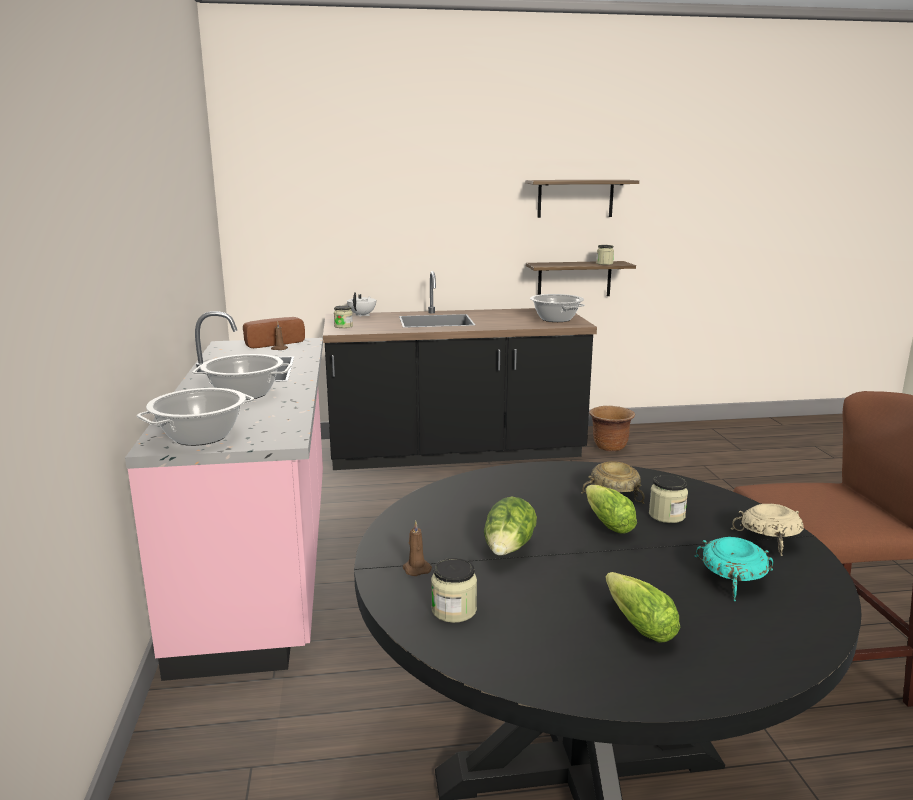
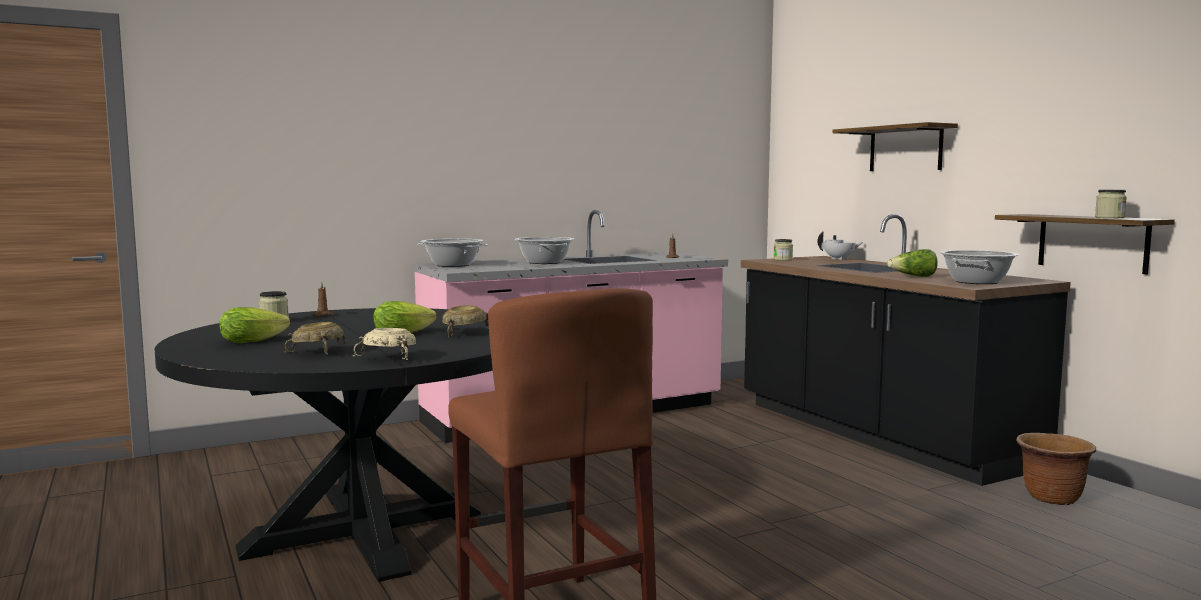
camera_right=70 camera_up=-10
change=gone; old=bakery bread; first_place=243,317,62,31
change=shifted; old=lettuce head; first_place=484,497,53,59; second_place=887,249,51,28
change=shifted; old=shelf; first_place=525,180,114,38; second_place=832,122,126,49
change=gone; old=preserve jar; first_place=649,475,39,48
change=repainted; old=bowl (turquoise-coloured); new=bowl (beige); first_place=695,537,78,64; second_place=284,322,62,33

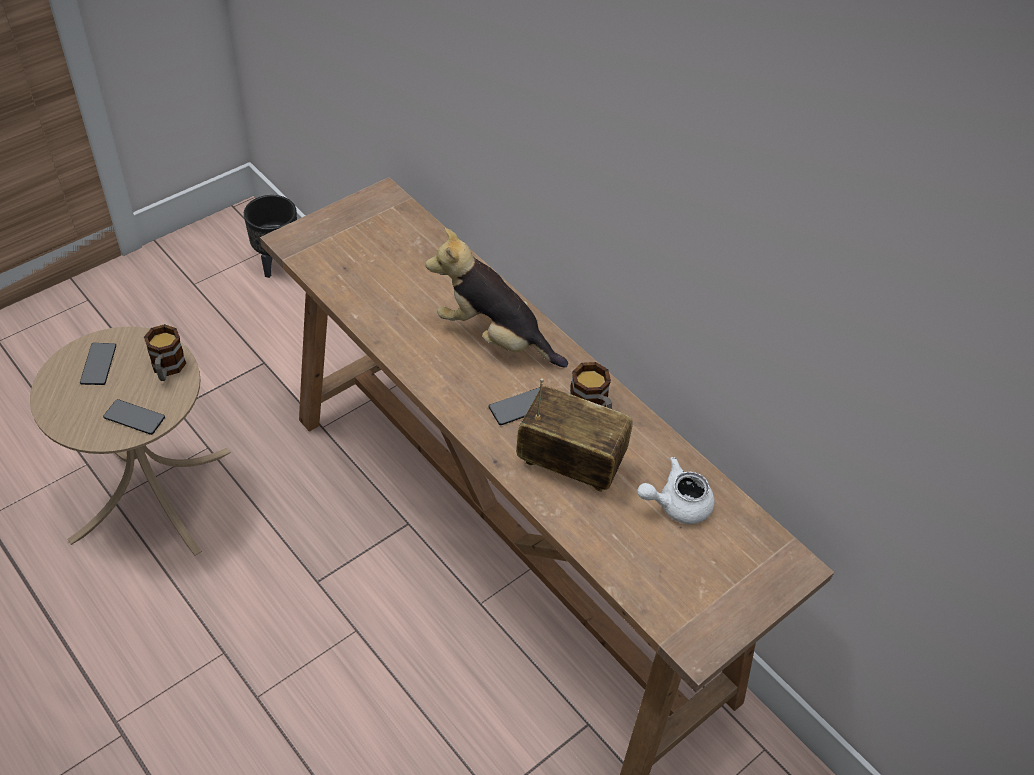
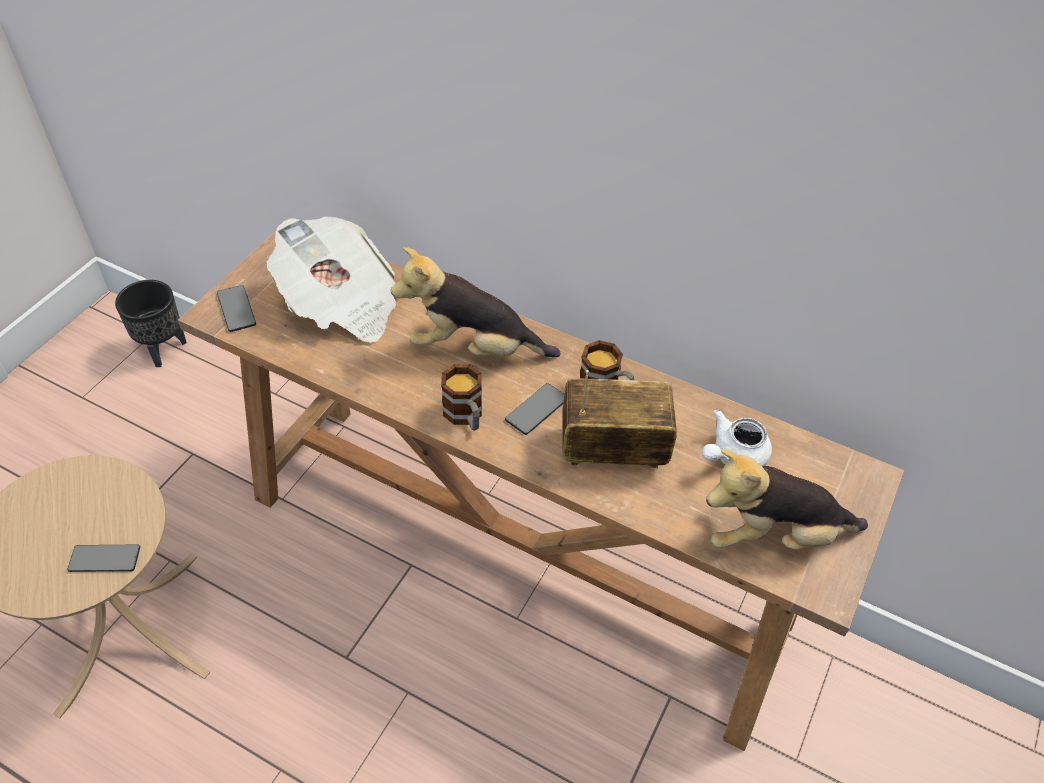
camera_right=-20 camera_up=0
change=shifted; old=phone; first_place=80,343,36,42; second_place=217,285,39,47
change=shifted; old=coffee mug; first_place=144,324,42,57; second_place=441,364,41,67
change=new; new=daily paper; second_place=267,216,129,127
change=new; new=cuddly toy; second_place=706,449,162,100

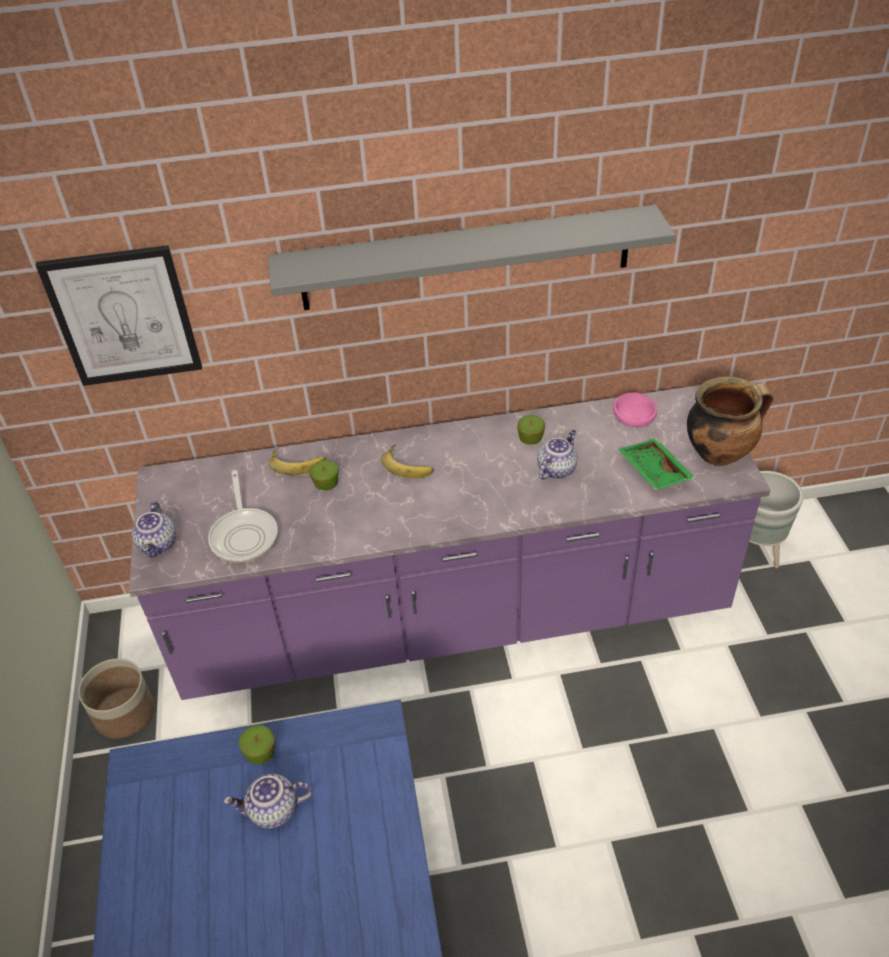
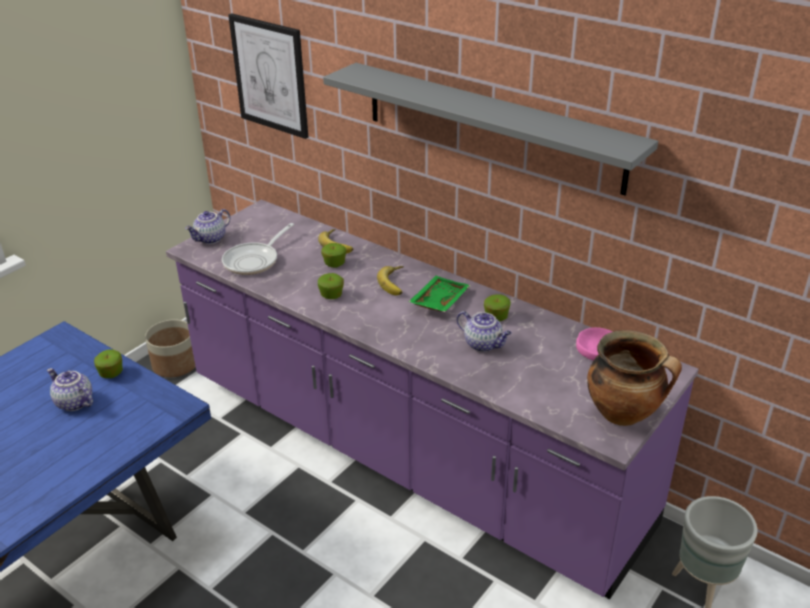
camera_right=45 camera_up=-10
change=rotated; old=tea pot; first_place=537,430,41,50; second_place=457,311,55,41; degrees=45
change=shifted; old=carrying tray (green-coloured); first_place=619,438,76,52; second_place=408,276,62,36
change=new; new=apple fruit; second_place=318,273,26,26

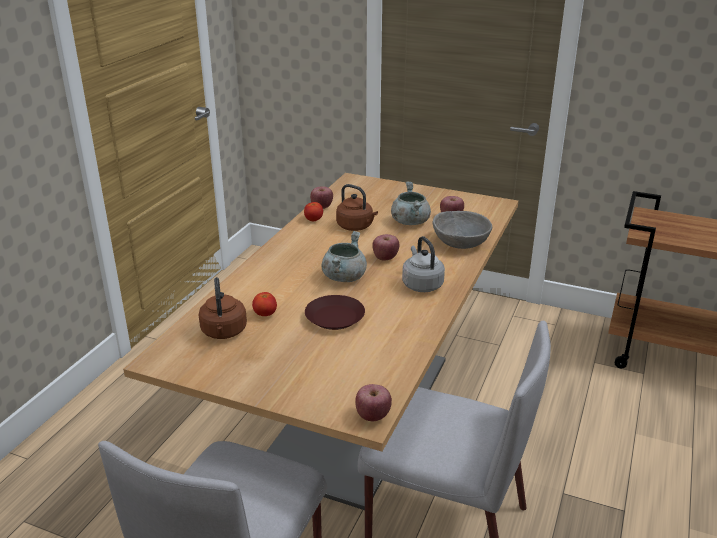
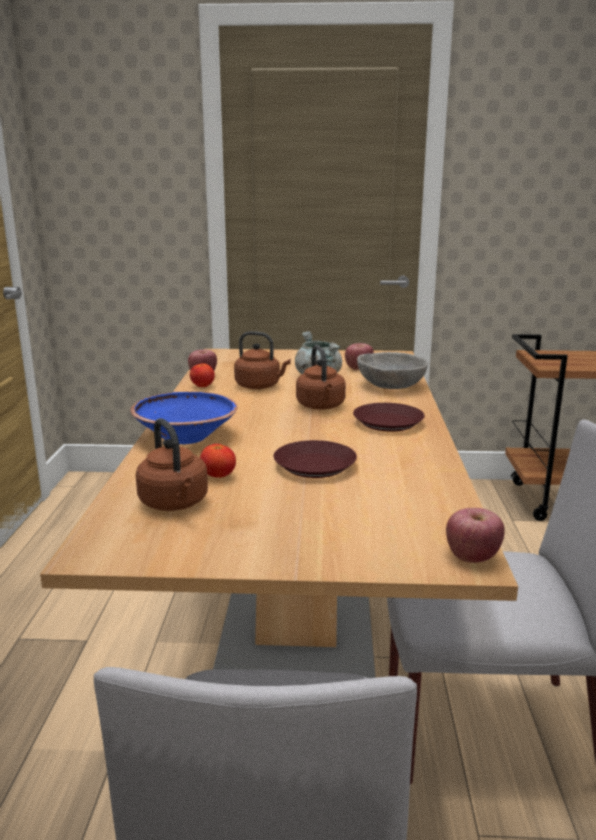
camera_right=-20 camera_up=-10
change=gone; old=saucepot (greyish); first_place=322,231,45,51
change=swapped; old=apple fruit; new=water kettle (brown-coloured); first_place=372,234,27,27; second_place=296,345,50,65
change=swapped; old=water kettle (greyish); new=plate (brown-coloured); first_place=402,236,43,56; second_place=353,403,72,29
change=new; new=bowl (blue); second_place=130,392,107,52

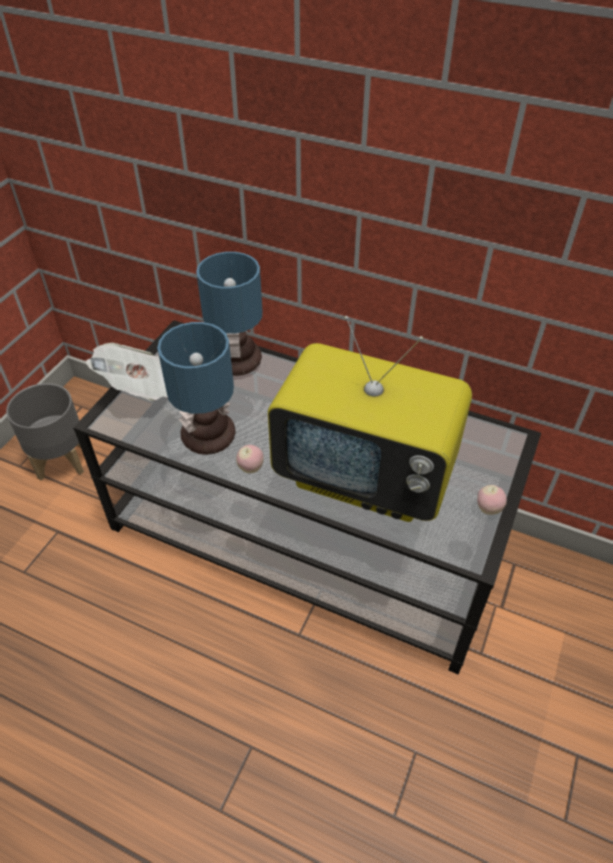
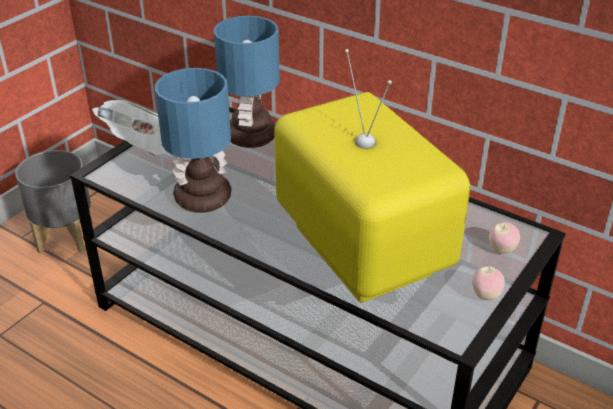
camera_right=10 camera_up=-10
change=shifted; old=apple fruit; first_place=236,445,28,28; second_place=489,222,31,32
change=rotated; old=TV set; first_place=268,316,204,206; second_place=274,49,196,254; degrees=-150

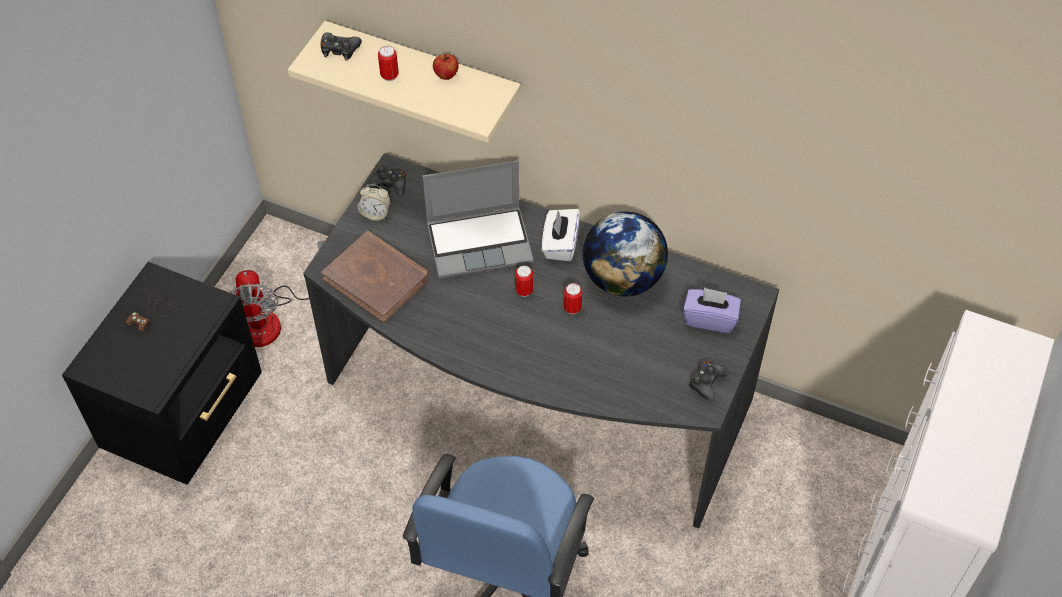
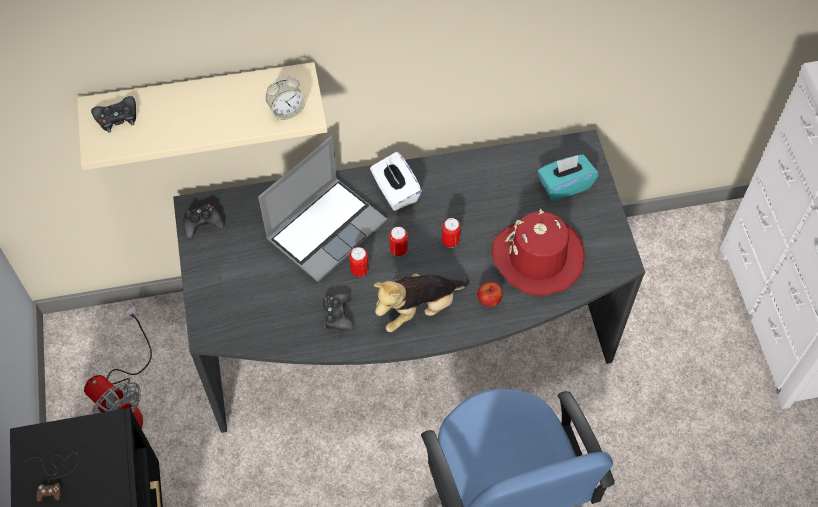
camera_right=-35 camera_up=5
change=gone; old=volume (brown-coloured); first_place=322,231,107,92
change=shifted; old=alarm clock; first_place=358,185,33,36; second_place=266,76,39,44
change=shifted; old=can; first_place=378,46,21,35; second_place=349,247,20,30
change=shifted; old=apple fruit; first_place=433,54,26,26; second_place=477,282,26,25
change=gone; old=desk globe; first_place=583,211,85,86
change=repainted; old=box of tissues (purple); new=box of tissues (turquoise-coloured); first_place=683,287,58,46; second_place=538,154,60,47
change=shifted; old=game controller (black-coloured); first_place=689,361,39,40; second_place=322,293,32,38
change=new; new=cuddly toy; second_place=374,274,95,58
change=new; new=wearable hat (red); second_place=492,209,92,87

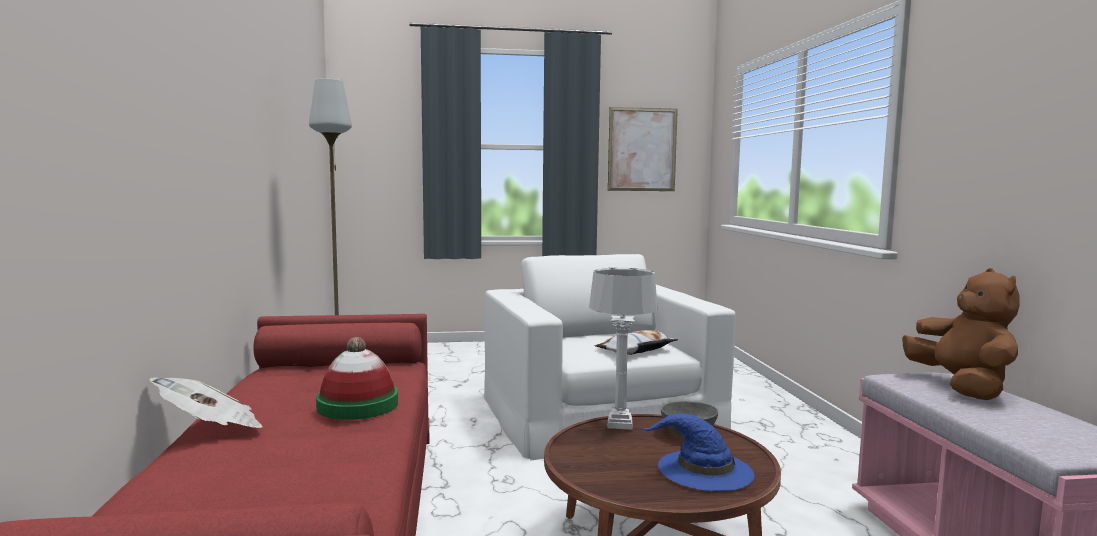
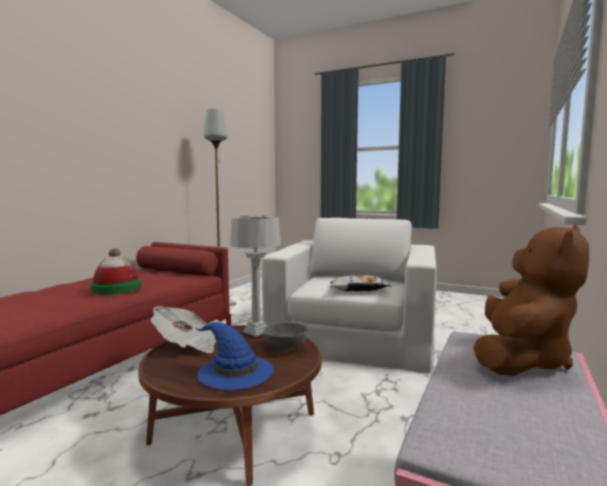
camera_right=35 camera_up=0
change=shifted; old=daily paper; first_place=150,378,112,50; second_place=150,306,66,47
change=gone; old=wall picture; first_place=608,107,70,84

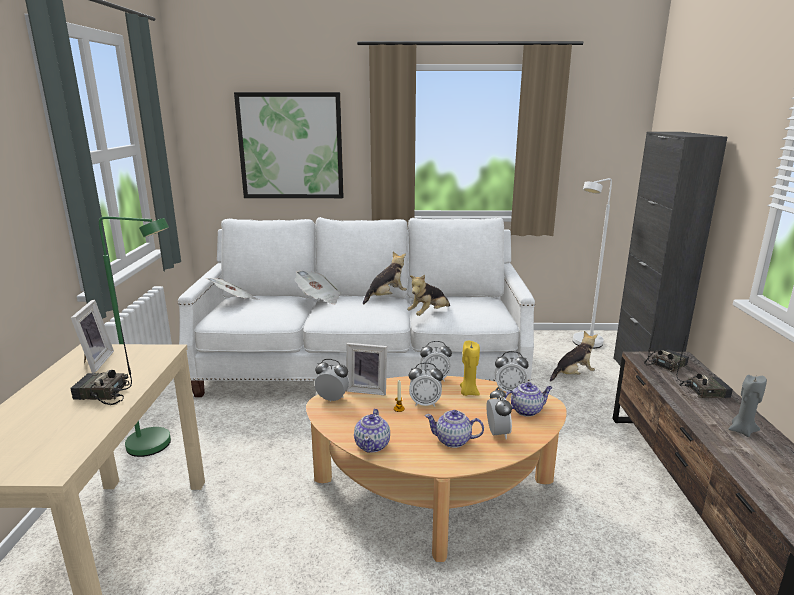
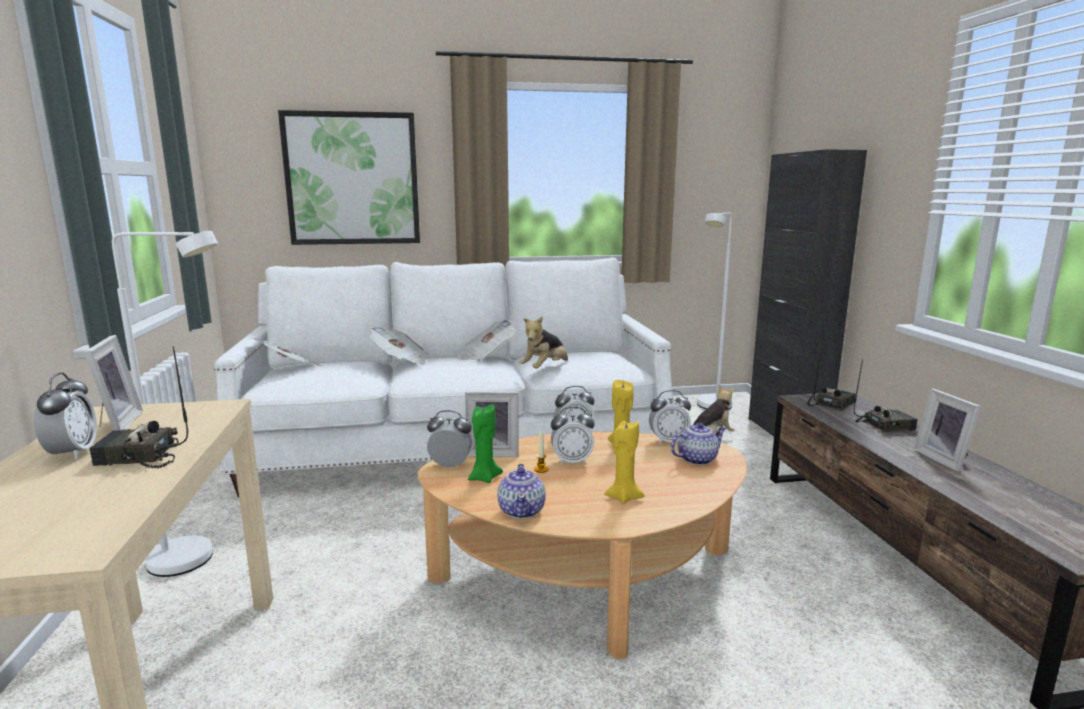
camera_right=-10 camera_up=-5
change=repainted; old=standard lamp (green-coloured); new=standard lamp (whitish); first_place=99,216,72,241; second_place=112,231,106,346
change=swapped; old=cuddly toy; new=daily paper; first_place=363,252,44,53; second_place=457,320,59,40
change=swapped; old=tea pot; new=wax light (yellowish); first_place=425,410,59,38; second_place=604,420,40,84
change=shifted; old=alarm clock; first_place=486,387,26,52; second_place=34,372,63,88
change=swapped; old=wax light (greyish); new=picture frame; first_place=728,375,39,62; second_place=914,389,67,83
change=new; new=wax light (green-coloured); second_place=468,404,35,79

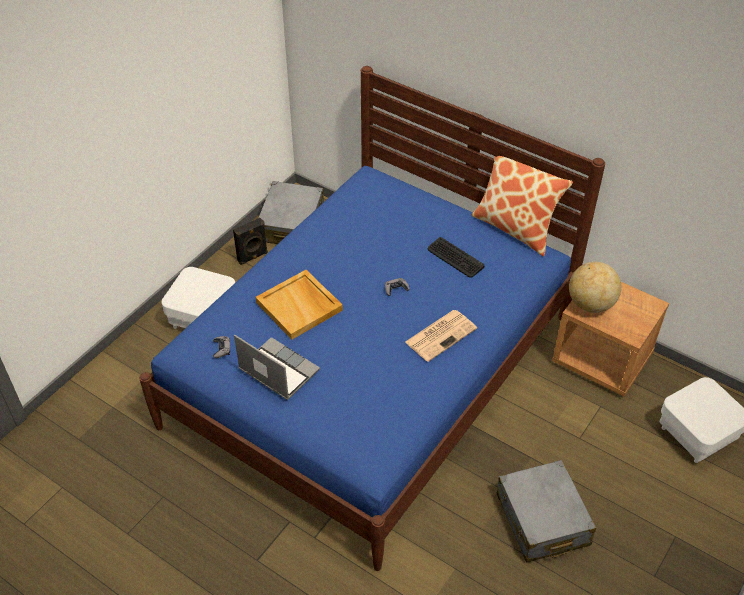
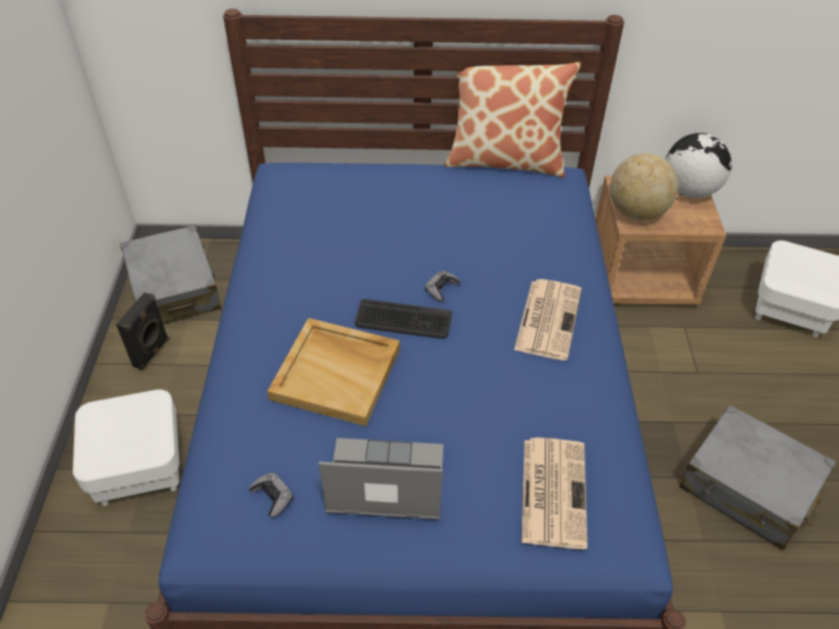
camera_right=-35 camera_up=0
change=shifted; old=keyboard; first_place=428,237,56,41; second_place=355,299,97,40
change=new; new=daily paper; second_place=522,437,65,112
change=new; new=desk globe; second_place=666,133,66,65

